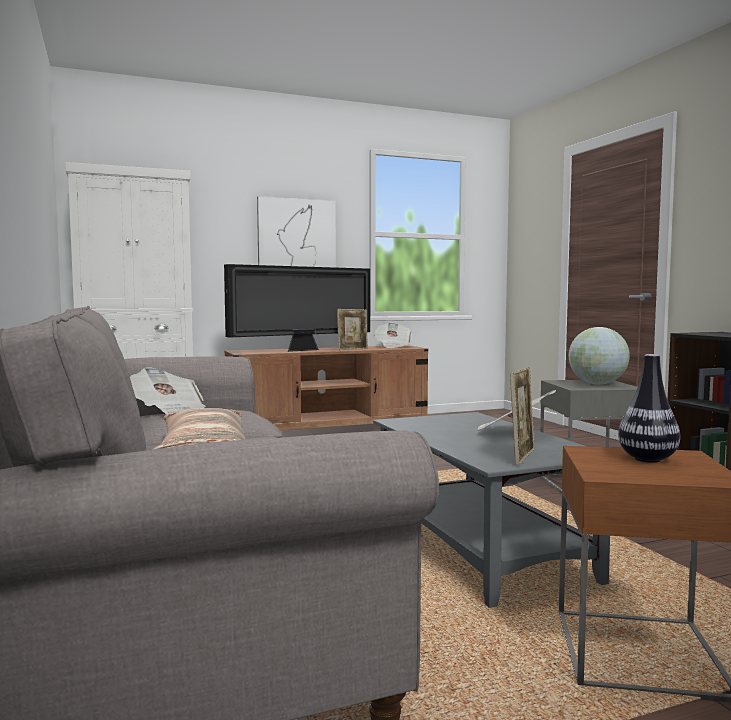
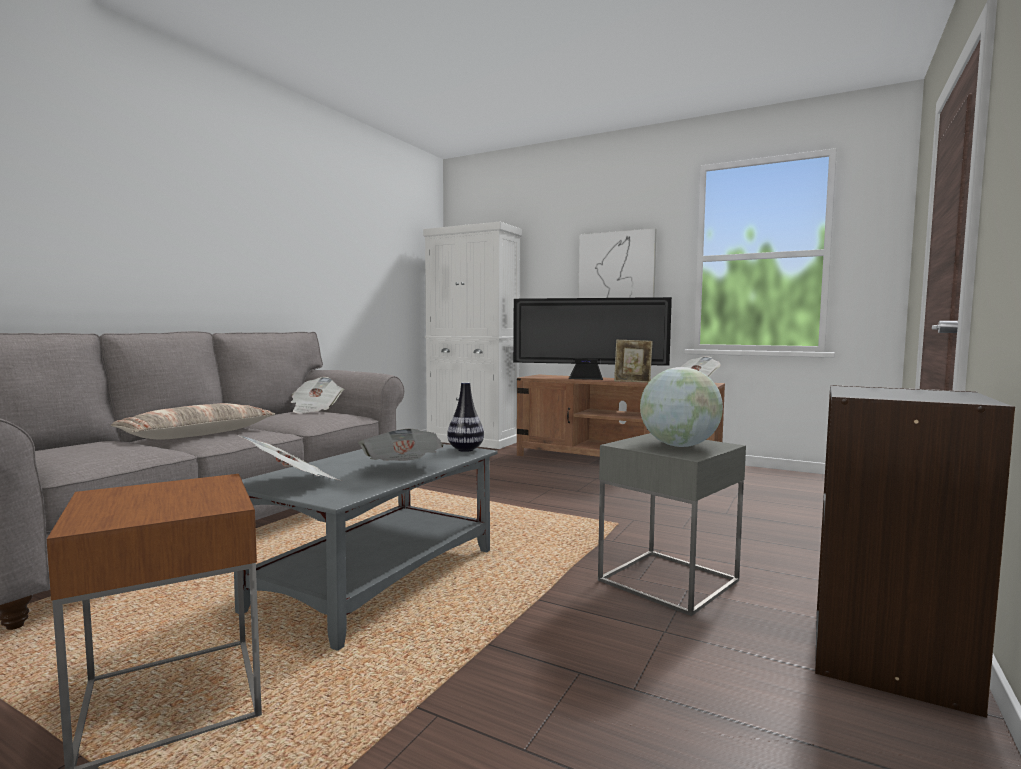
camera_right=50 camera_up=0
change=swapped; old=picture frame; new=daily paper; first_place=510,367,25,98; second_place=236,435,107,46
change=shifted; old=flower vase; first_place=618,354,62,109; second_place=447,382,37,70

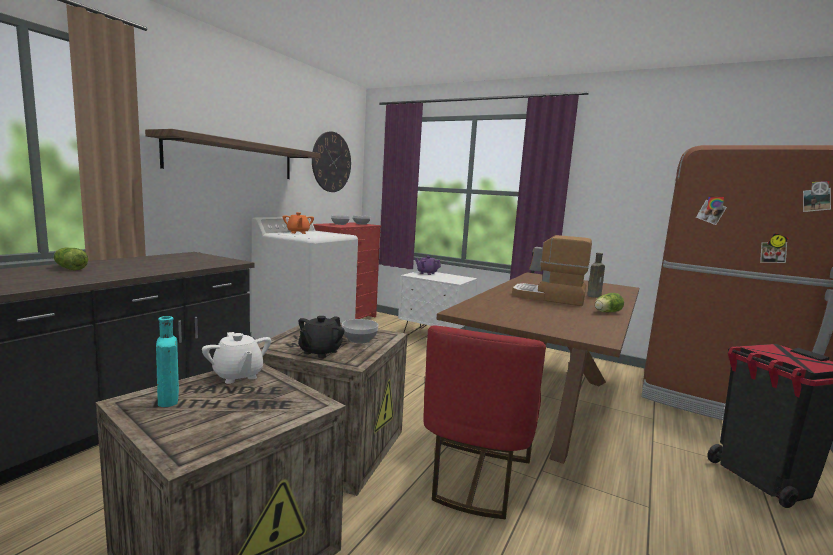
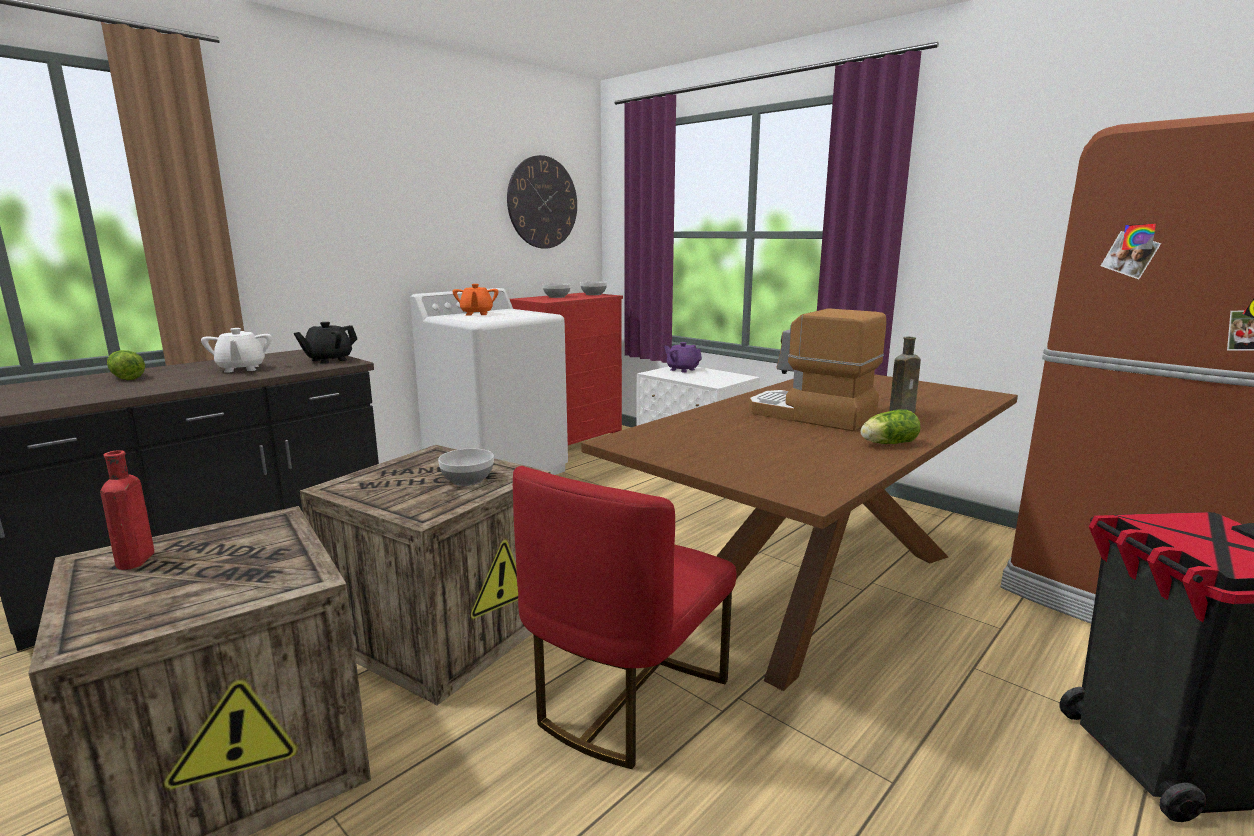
camera_right=15 camera_up=5
change=gone; old=shelf; first_place=145,129,176,50
change=repainted; old=beverage bottle (turquoise-coloured); new=beverage bottle (red); first_place=156,316,23,91; second_place=100,450,54,120
change=shifted; old=tea pot (whitish); first_place=202,332,69,52; second_place=201,328,71,45
change=shifted; old=tea pot (black-coloured); first_place=299,316,46,42; second_place=294,322,63,42

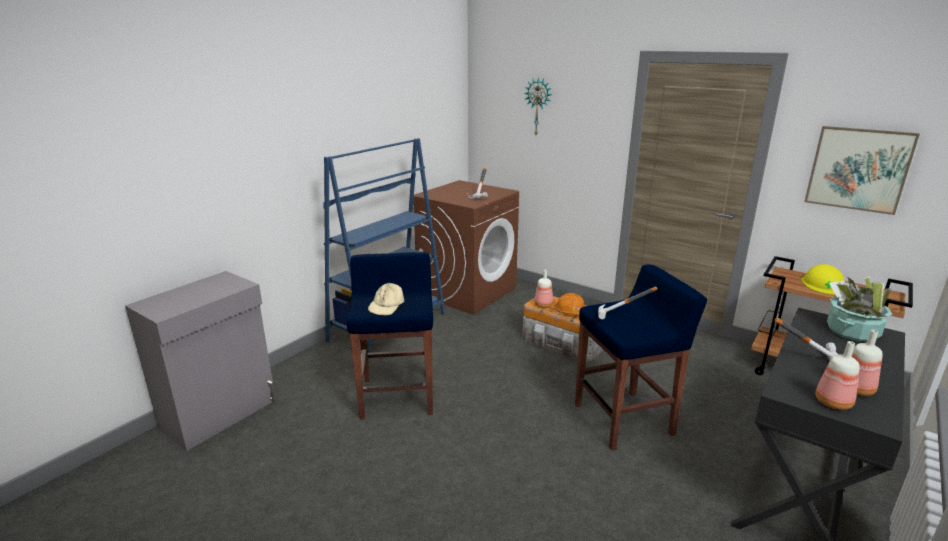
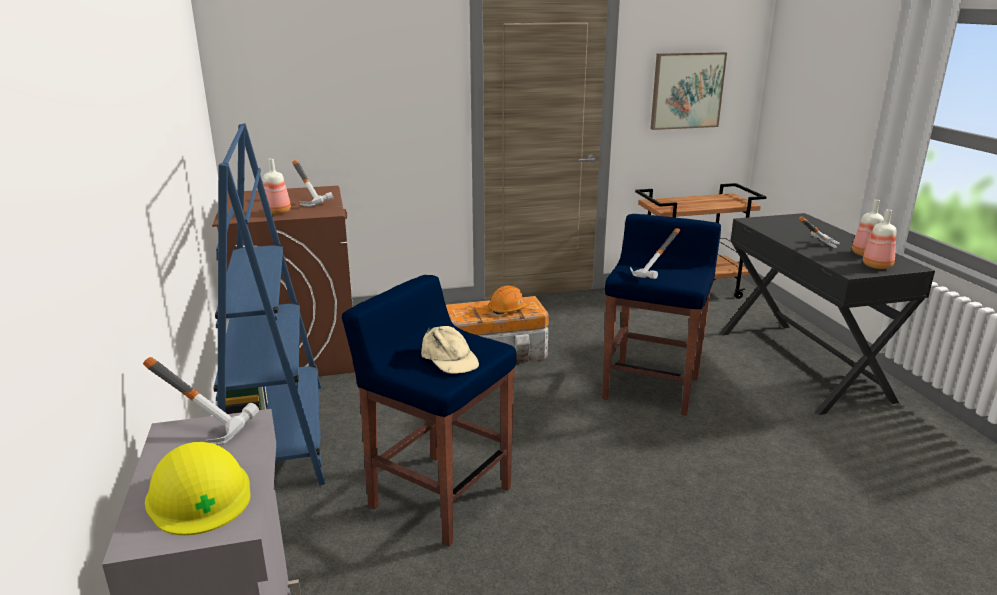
camera_right=-50 camera_up=0
change=gone; old=hanging clock; first_place=525,77,26,58
change=shifted; old=beverage bottle; first_place=534,270,19,38; second_place=263,158,28,57
change=shifted; old=hard hat (yellowish); first_place=801,264,43,31; second_place=145,442,106,93
change=gone; old=plant in a pot; first_place=827,277,65,65
change=new; new=tool hammer; second_place=143,357,116,88

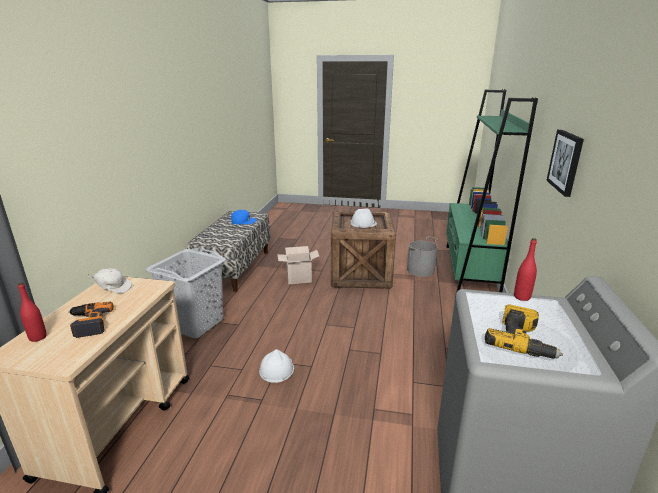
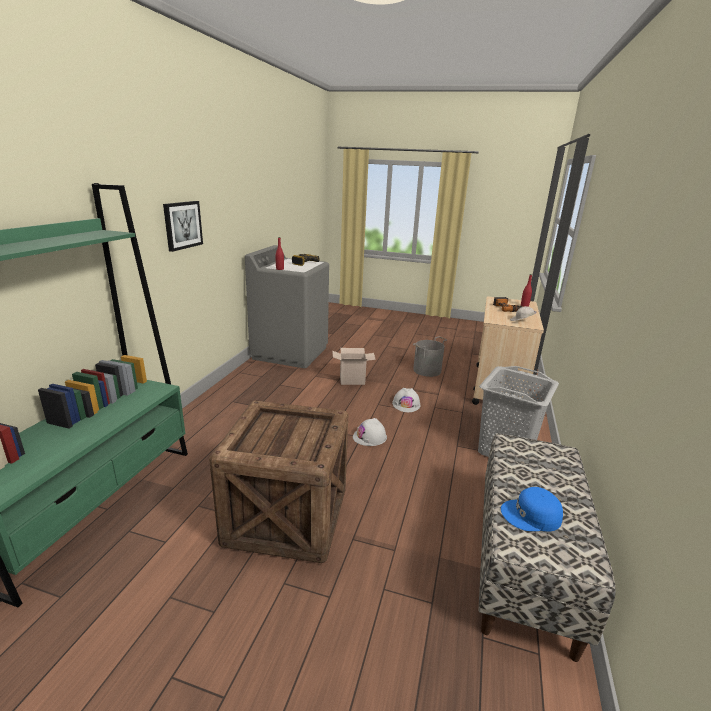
camera_right=-175 camera_up=0
change=shifted; old=packing box; first_place=277,246,42,38; second_place=332,348,44,37
change=shifted; old=hard hat (whitish); first_place=351,208,26,20; second_place=353,418,34,28
change=shifted; old=water bucket (greyish); first_place=407,236,31,41; second_place=413,336,34,41

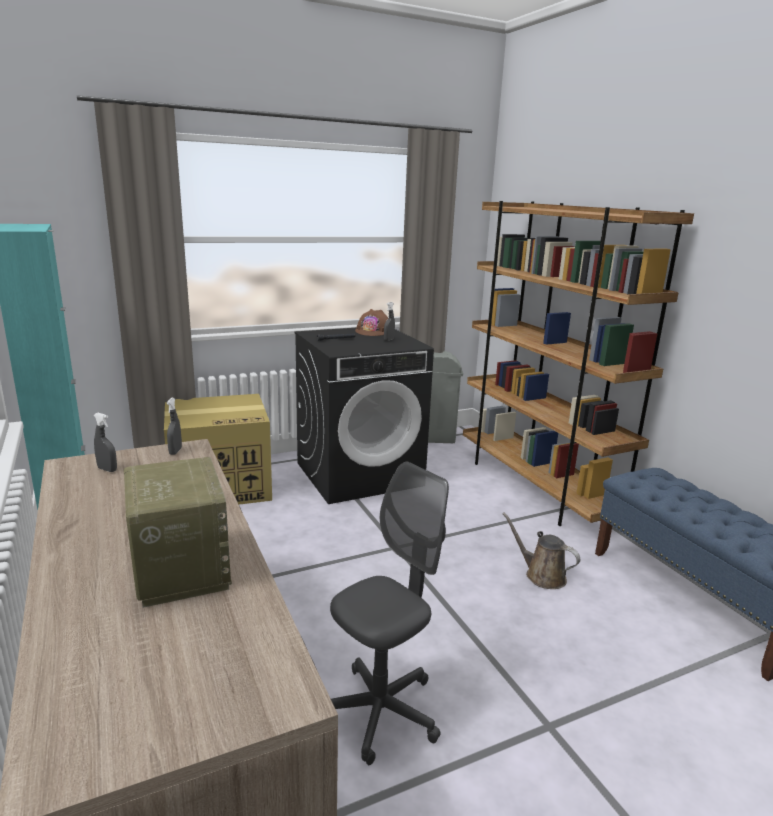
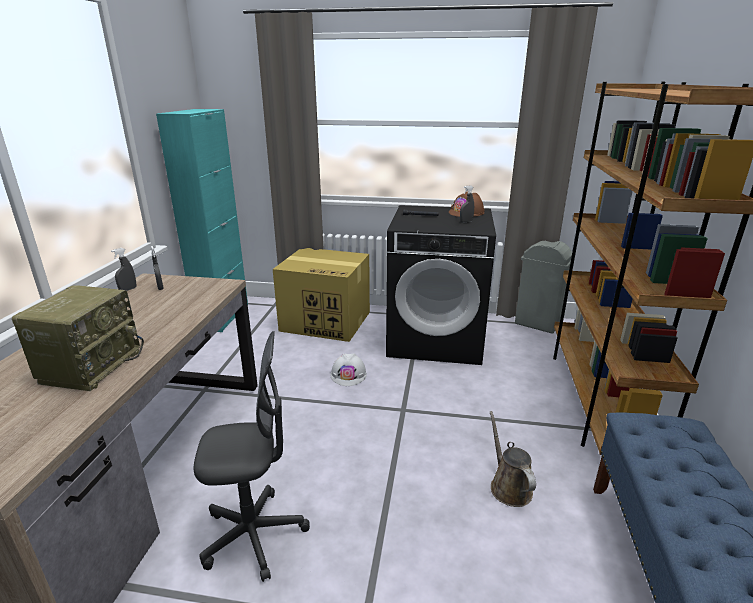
camera_right=35 camera_up=5
change=shifted; old=sprayer (greyish); first_place=167,398,15,57; second_place=111,248,25,43
change=new; new=hard hat (whitish); second_place=330,353,37,33

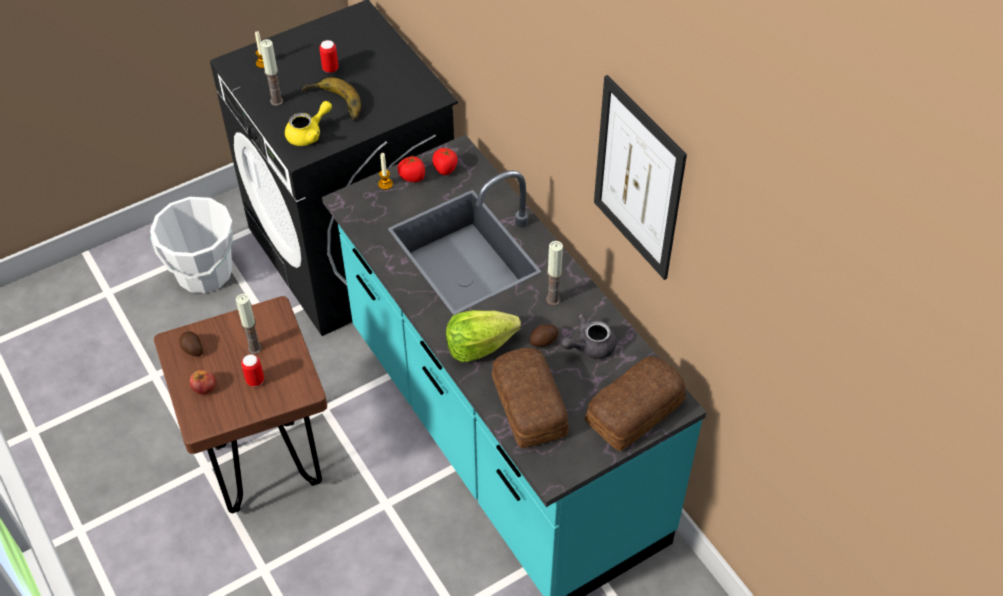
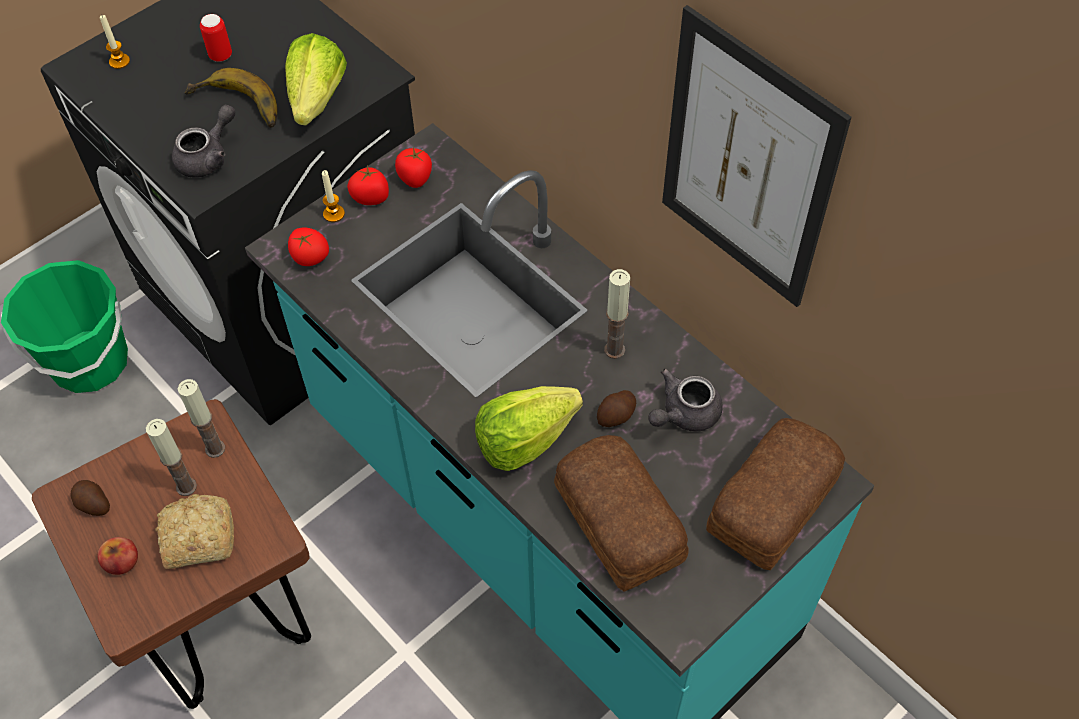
camera_right=-10 camera_up=5
change=repainted; old=water bucket (whitish); new=water bucket (green-coloured); first_place=150,197,83,96; second_place=1,260,127,133
change=swapped; old=can; new=bakery bread; first_place=241,354,23,33; second_place=155,494,79,75
change=shifted; old=wax light; first_place=260,39,23,67; second_place=178,379,47,79
change=repainted; old=tea pot (yellowish); new=tea pot (greyish); first_place=285,101,47,45; second_place=172,105,63,73
change=new; new=lettuce head; second_place=285,33,62,93
change=new; new=whole tomato; second_place=288,228,41,38

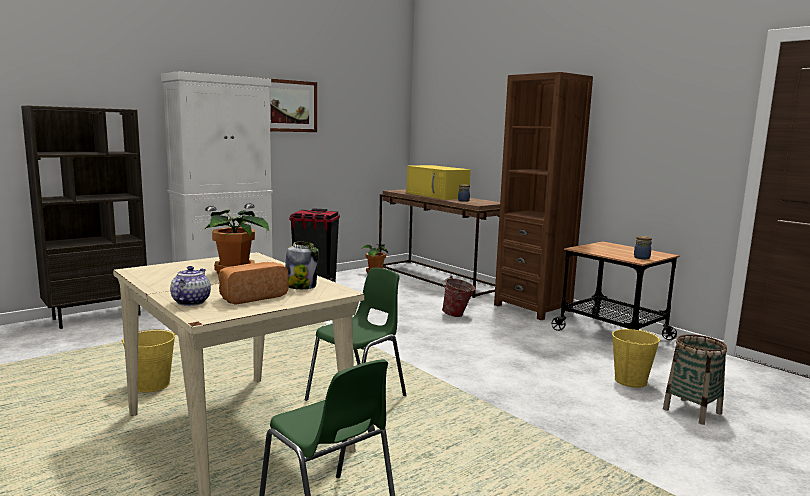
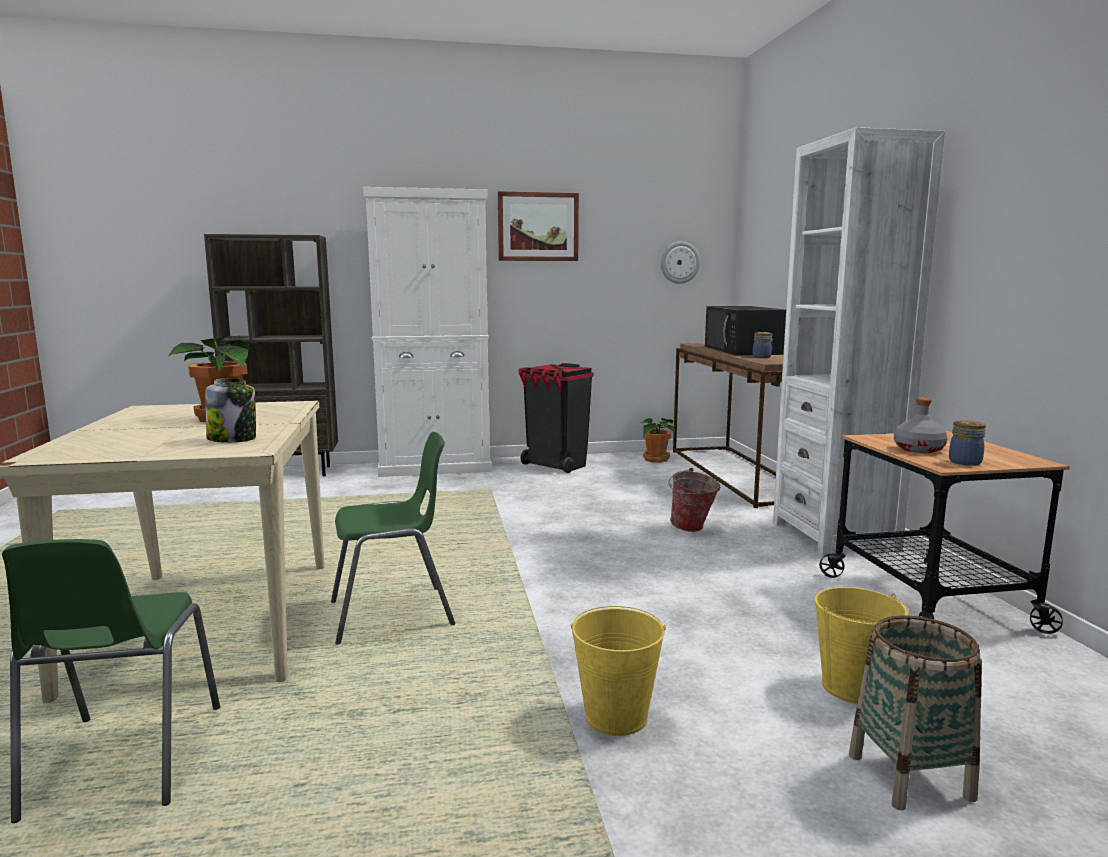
camera_right=30 camera_up=0
change=shifted; old=water bucket (yellowish); first_place=122,329,53,63; second_place=570,606,96,130
change=gone; old=tea pot; first_place=170,266,41,40
change=gone; old=bakery bread; first_place=218,262,71,43
change=repainted; old=kitchen microwave (yellowish); new=kitchen microwave (black-coloured); first_place=407,165,64,35; second_place=705,306,81,49
change=repainted; old=bookcase (brown-coloured); new=bookcase (whitish); first_place=494,72,99,248; second_place=773,127,172,430
change=new; new=hanging clock; second_place=660,241,40,43
change=new; new=beverage bottle (greyish); second_place=894,397,54,56

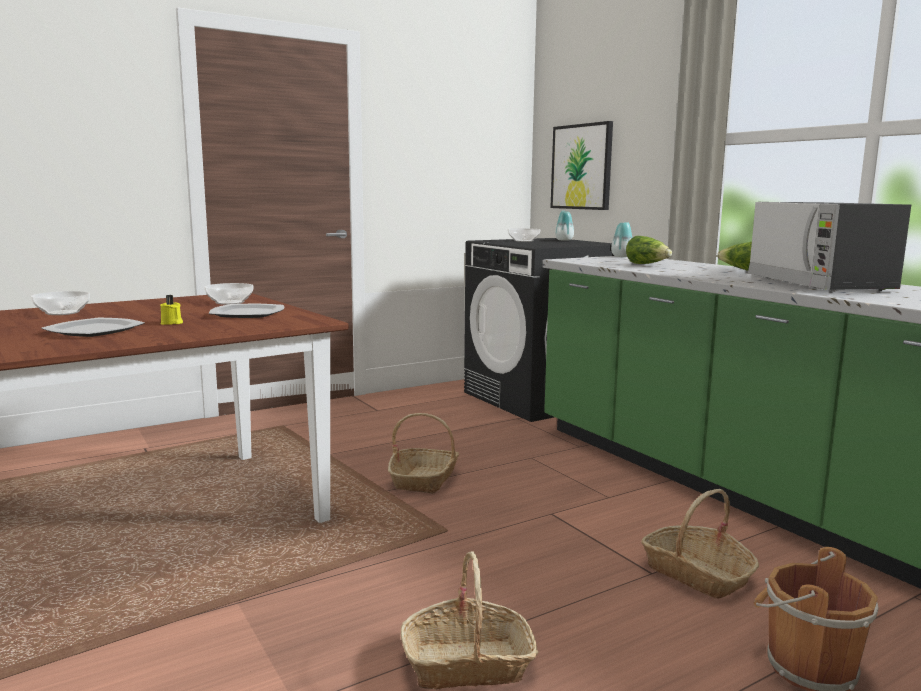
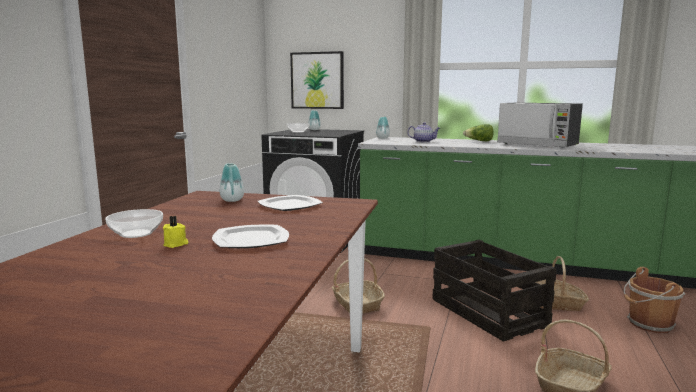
camera_right=-40 camera_up=0
change=shifted; old=wax light (yellowish); first_place=160,295,23,30; second_place=163,216,25,32
change=swapped; old=bowl; new=flower vase; first_place=204,283,49,22; second_place=220,163,24,39
change=swapped; old=lettuce head; new=tea pot; first_place=626,236,46,28; second_place=407,122,33,20
change=new; new=crate; second_place=432,240,125,102

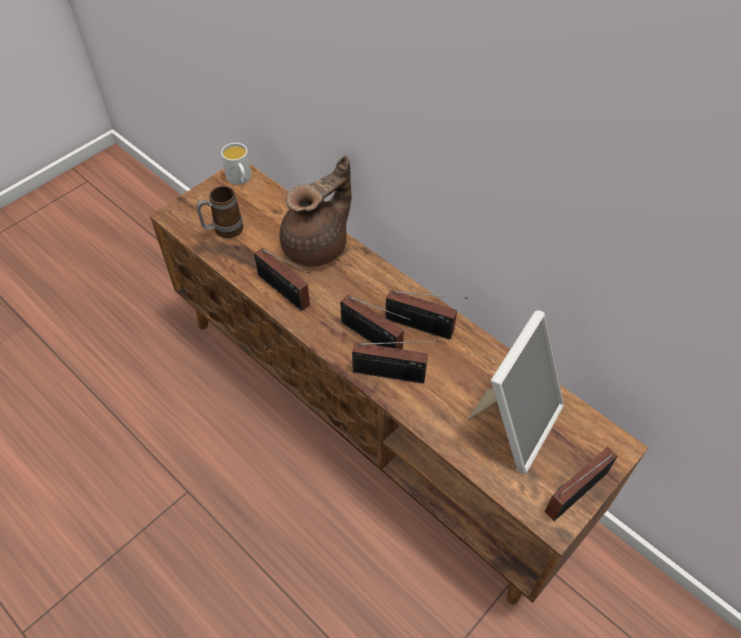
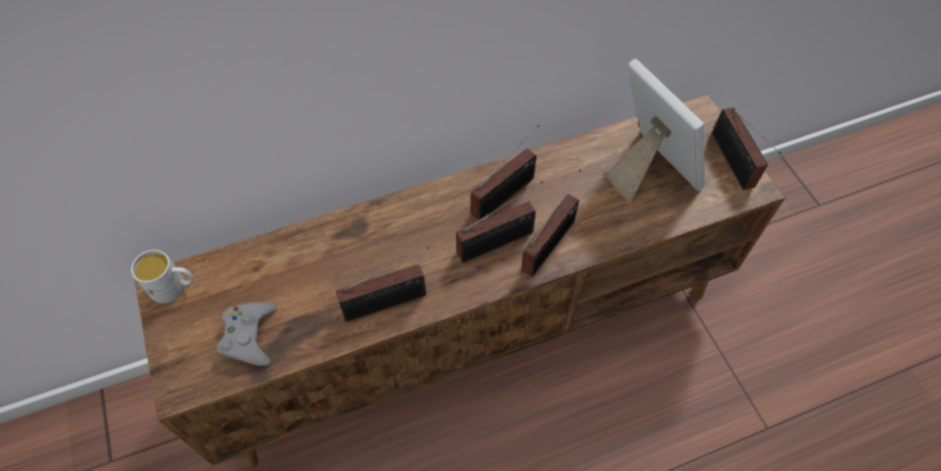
camera_right=-65 camera_up=5
change=swapped; old=coffee mug; new=game controller (greyish); first_place=196,186,47,52; second_place=217,302,60,64
change=gone; old=tea pot (brown-coloured); first_place=280,155,72,112

